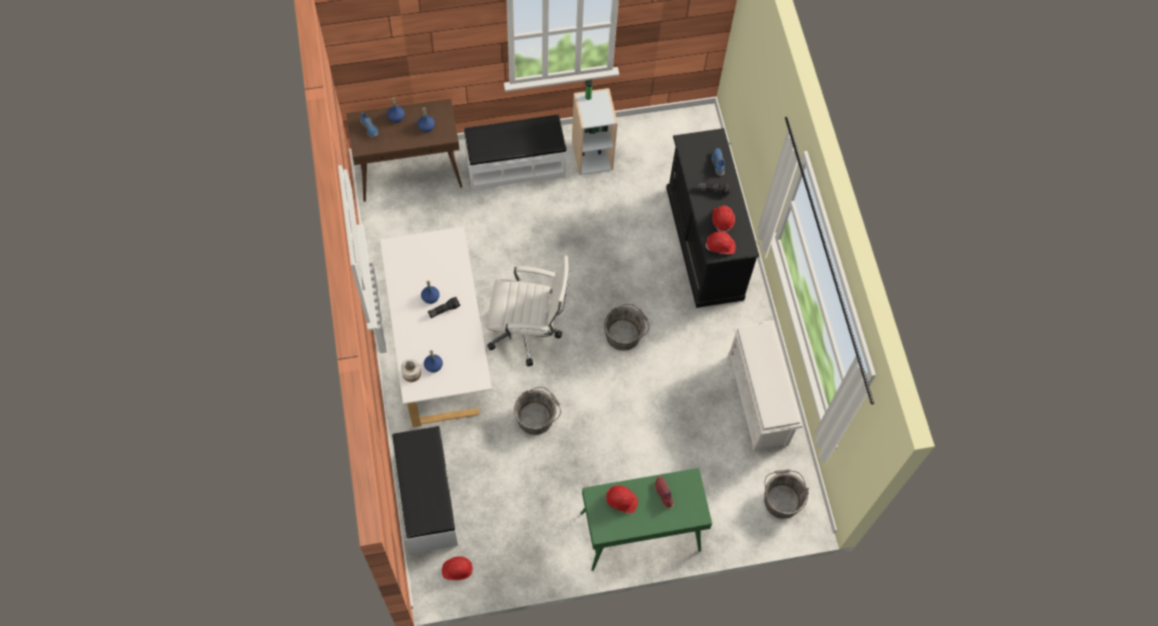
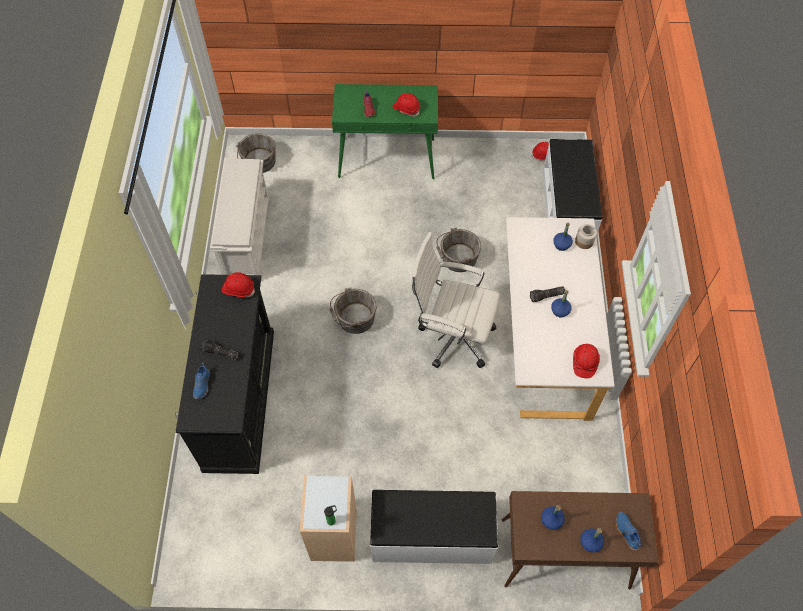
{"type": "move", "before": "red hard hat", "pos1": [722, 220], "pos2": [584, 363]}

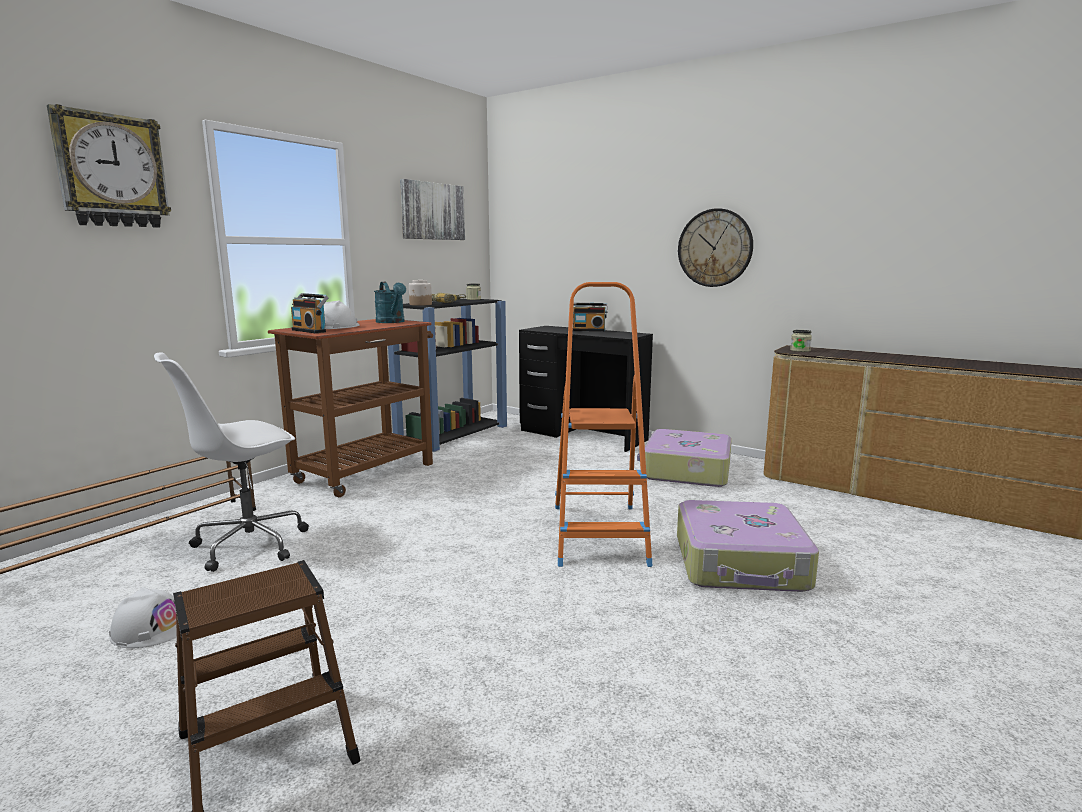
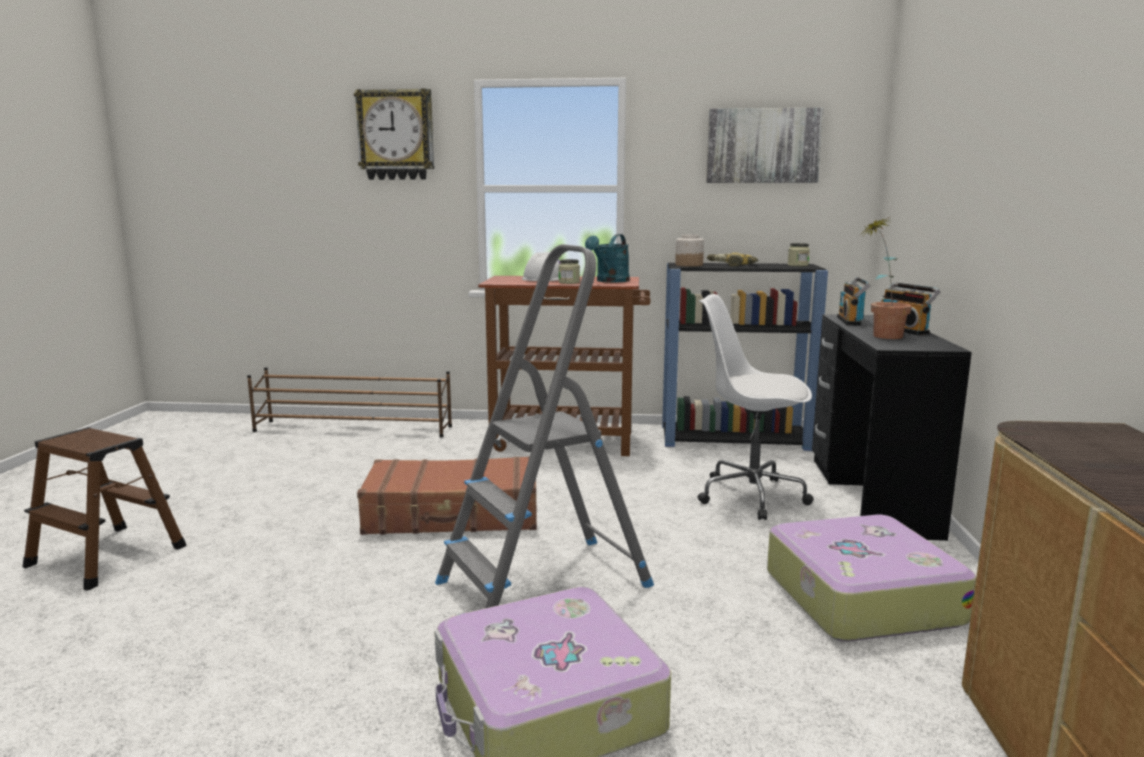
{"type": "insert", "after": "brown travel case", "pos2": [453, 515]}
{"type": "recolor", "before": "orange-coloured step stool", "after": "gray step stool", "pos1": [598, 534], "pos2": [542, 584]}
{"type": "move", "before": "storage jar", "pos1": [800, 350], "pos2": [569, 282]}
{"type": "move", "before": "whitish computer chair", "pos1": [247, 546], "pos2": [748, 496]}
{"type": "move", "before": "radio", "pos1": [310, 331], "pos2": [851, 321]}
{"type": "insert", "after": "plant in a pot", "pos2": [881, 335]}
{"type": "delete", "before": "whitish hard hat", "pos1": [151, 628]}
{"type": "delete", "before": "hanging clock", "pos1": [715, 248]}

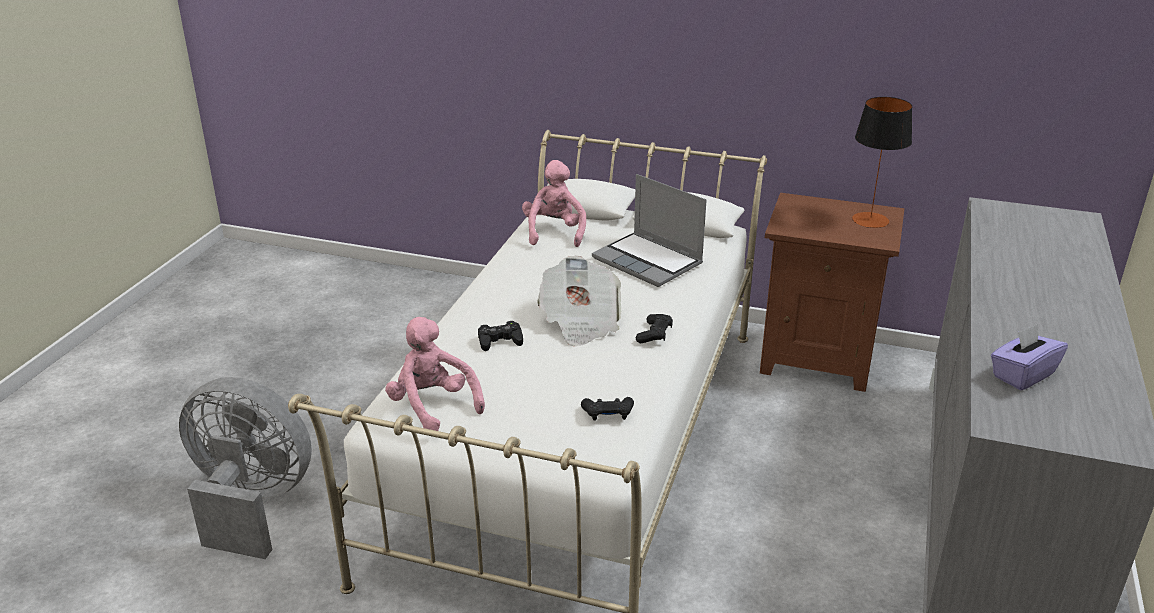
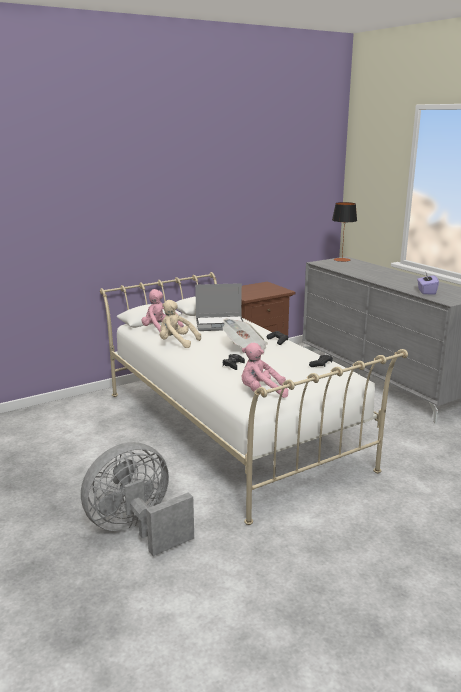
{"type": "insert", "after": "beige-coloured cuddly toy", "pos2": [176, 342]}
{"type": "move", "before": "table lamp", "pos1": [870, 220], "pos2": [342, 260]}

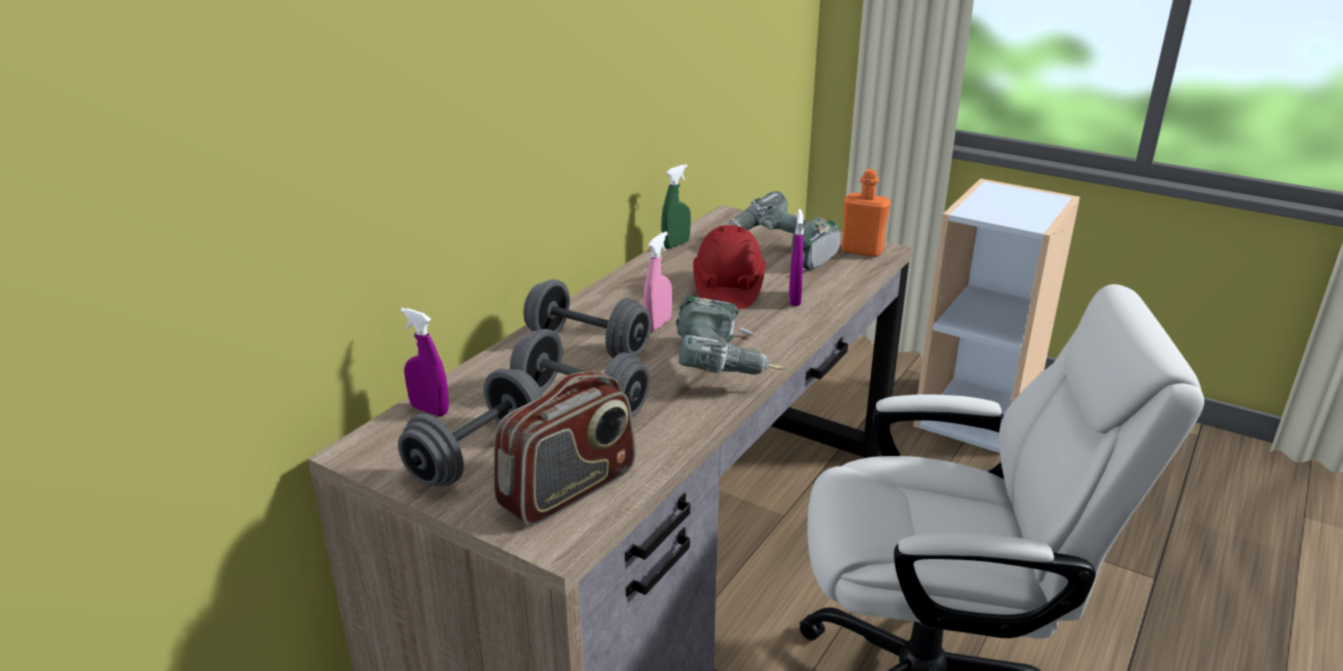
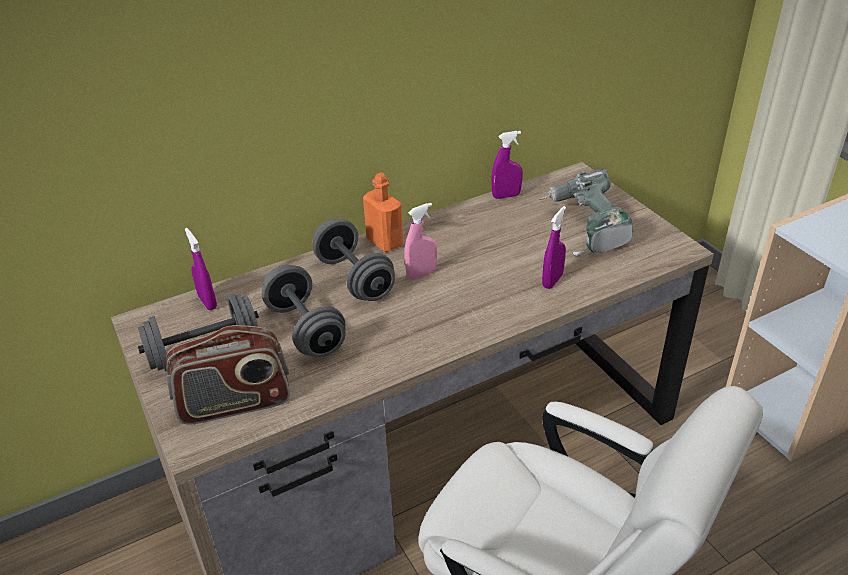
{"type": "move", "before": "orange-coloured bottle", "pos1": [862, 251], "pos2": [385, 242]}
{"type": "recolor", "before": "green-coloured sprayer", "after": "purplish sprayer", "pos1": [676, 244], "pos2": [506, 196]}
{"type": "delete", "before": "electric drill", "pos1": [723, 365]}
{"type": "delete", "before": "red hard hat", "pos1": [727, 289]}

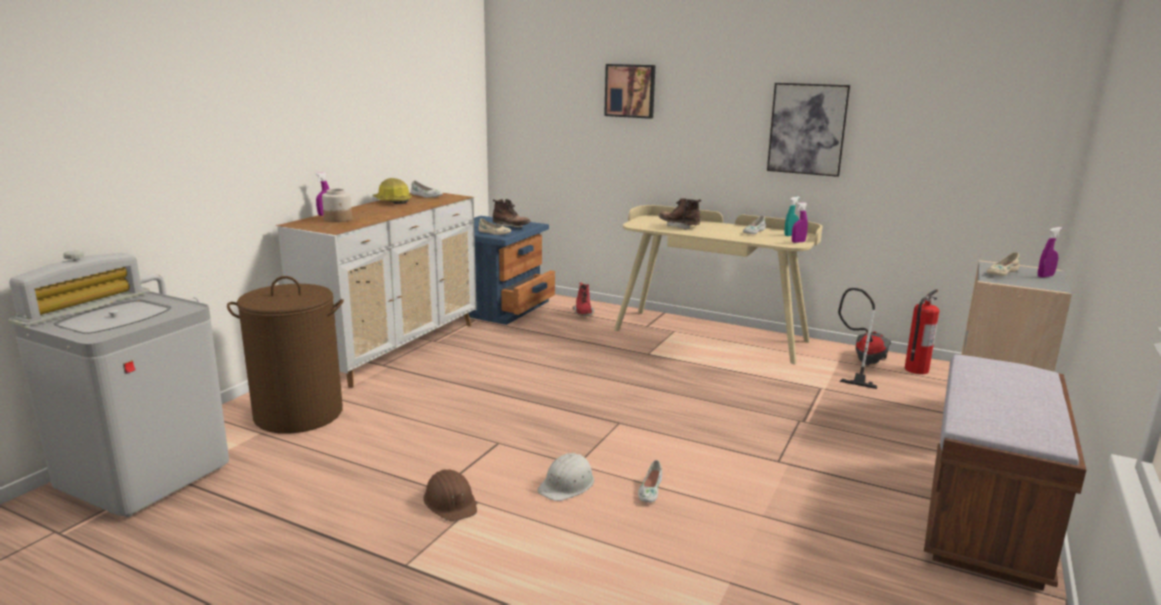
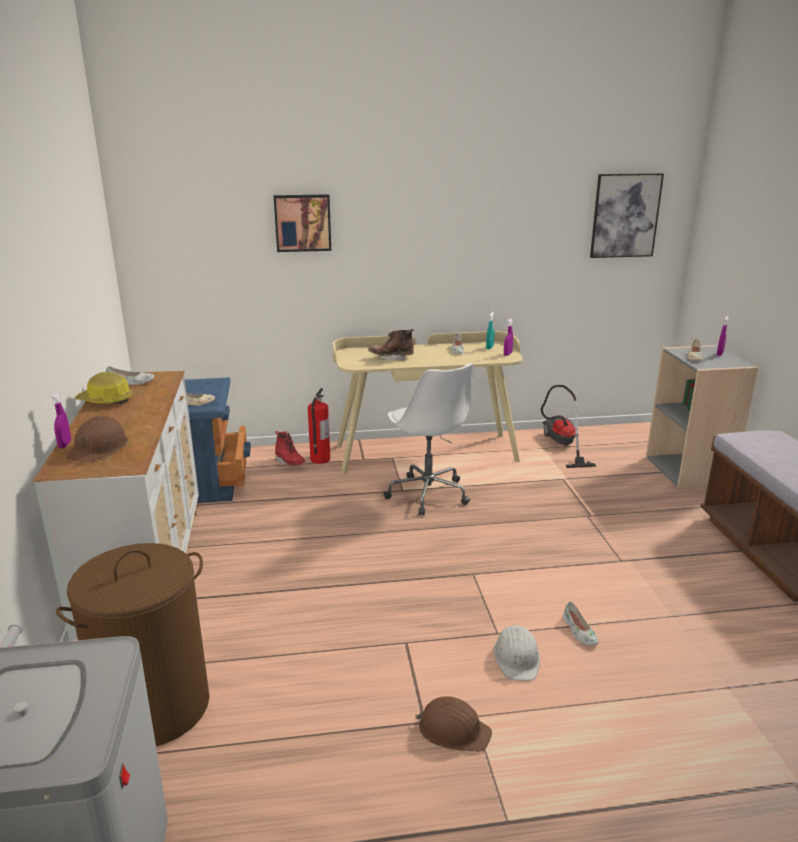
{"type": "replace", "before": "storage jar", "after": "brown hard hat", "pos1": [338, 219], "pos2": [99, 448]}
{"type": "move", "before": "fire-fighting cylinder", "pos1": [916, 370], "pos2": [320, 459]}
{"type": "insert", "after": "whitish computer chair", "pos2": [429, 495]}
{"type": "move", "before": "picture", "pos1": [807, 129], "pos2": [625, 215]}
{"type": "delete", "before": "brown tall boot", "pos1": [511, 228]}

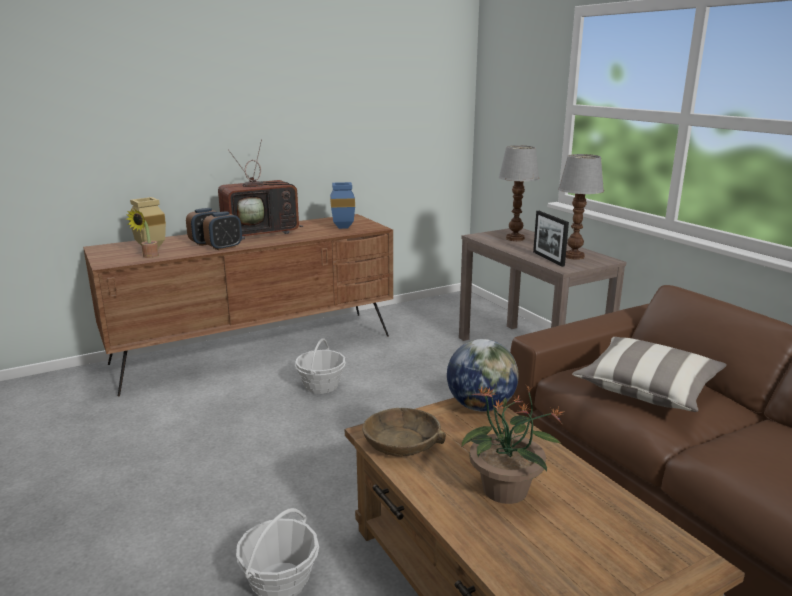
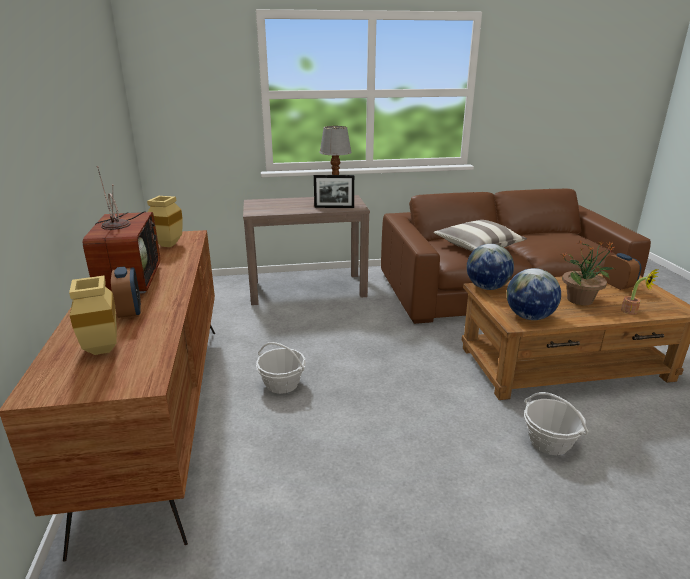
{"type": "recolor", "before": "bluish flower vase", "after": "beige-coloured flower vase", "pos1": [344, 227], "pos2": [168, 244]}
{"type": "replace", "before": "brown bowl", "after": "globe", "pos1": [402, 442], "pos2": [529, 317]}
{"type": "move", "before": "alarm clock", "pos1": [224, 247], "pos2": [617, 285]}
{"type": "move", "before": "plant in a pot", "pos1": [148, 256], "pos2": [632, 312]}
{"type": "delete", "before": "table lamp", "pos1": [514, 238]}

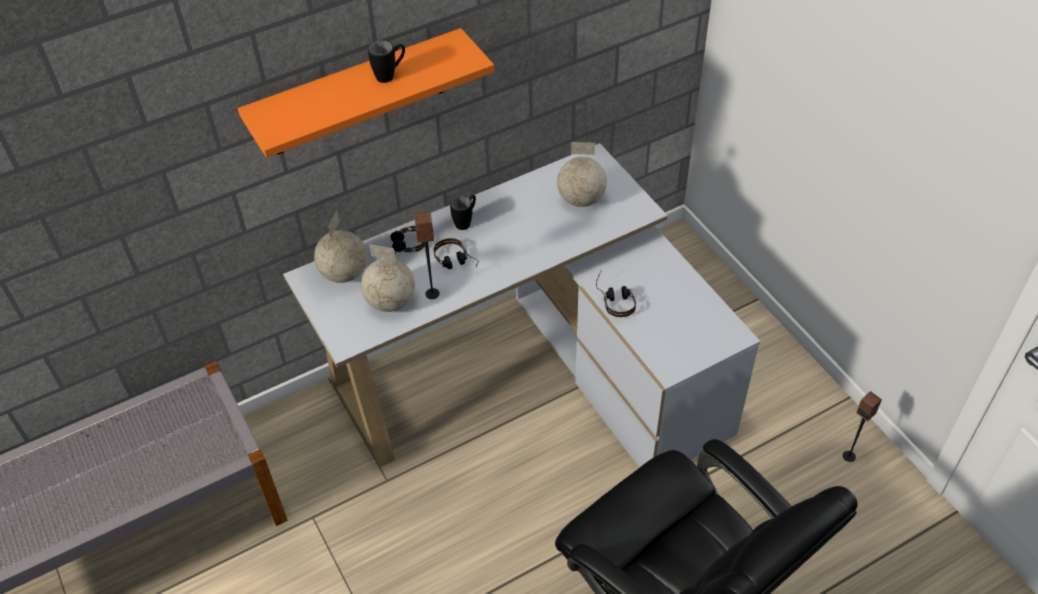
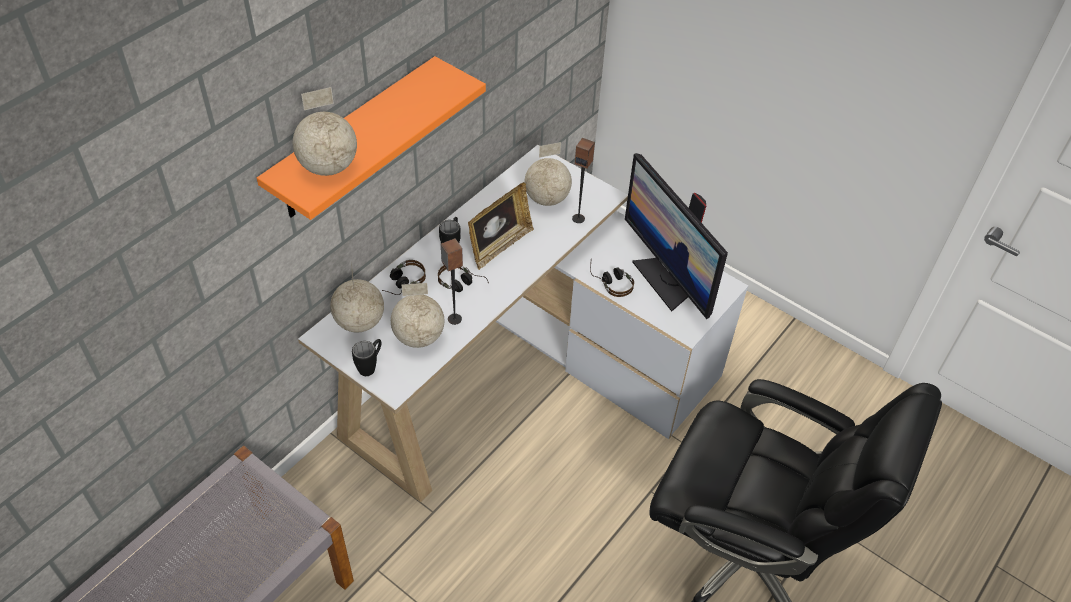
{"type": "insert", "after": "globe", "pos2": [327, 167]}
{"type": "move", "before": "black mug", "pos1": [390, 75], "pos2": [370, 366]}
{"type": "insert", "after": "photo frame", "pos2": [499, 246]}
{"type": "move", "before": "audio speaker", "pos1": [849, 456], "pos2": [578, 218]}
{"type": "insert", "after": "computer screen", "pos2": [667, 280]}

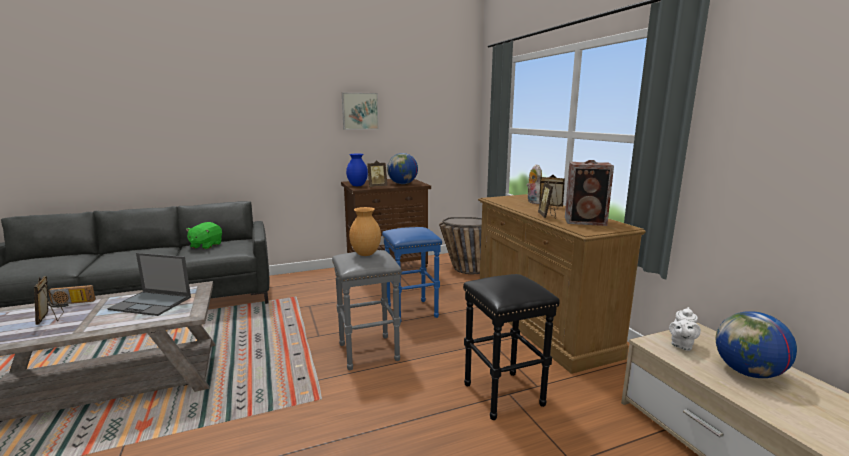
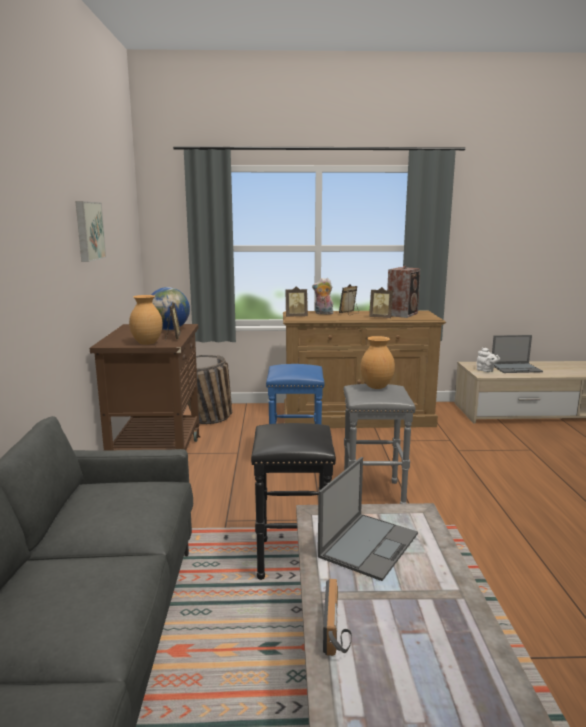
{"type": "recolor", "before": "bluish flower vase", "after": "brown flower vase", "pos1": [357, 185], "pos2": [147, 343]}
{"type": "move", "before": "black stool", "pos1": [501, 393], "pos2": [291, 559]}
{"type": "move", "before": "photo frame", "pos1": [51, 318], "pos2": [296, 317]}
{"type": "replace", "before": "globe", "after": "laptop", "pos1": [748, 372], "pos2": [516, 368]}
{"type": "delete", "before": "green-coloured cuddly toy", "pos1": [206, 245]}

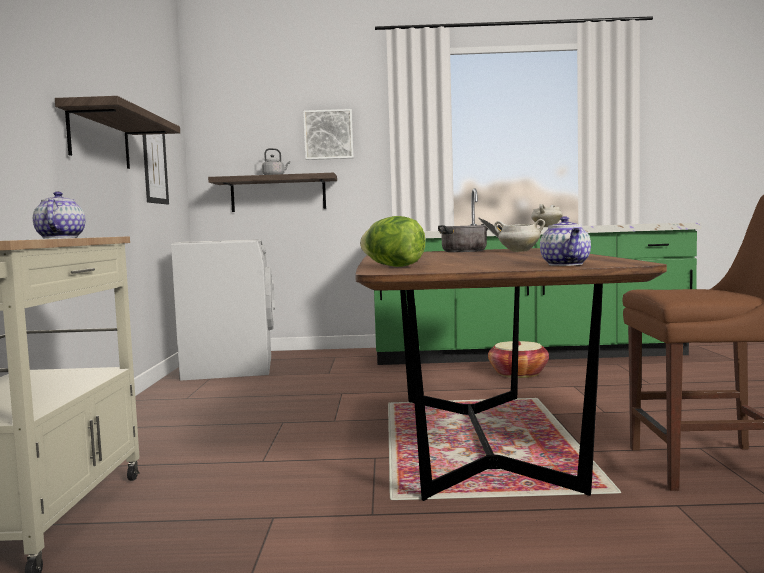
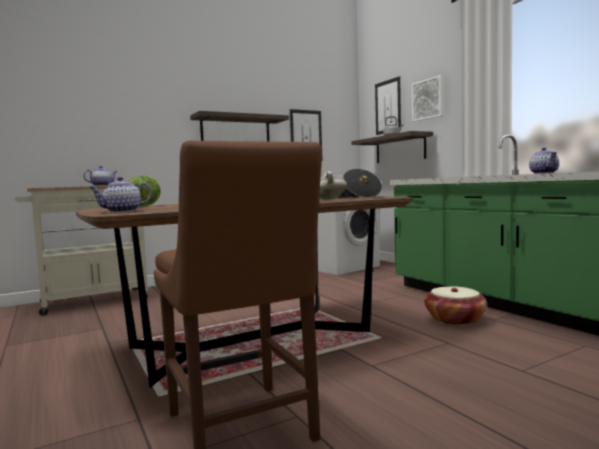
{"type": "insert", "after": "picture", "pos2": [388, 106]}
{"type": "replace", "before": "whitish cooking pot", "after": "pot for tea", "pos1": [546, 227], "pos2": [544, 173]}

